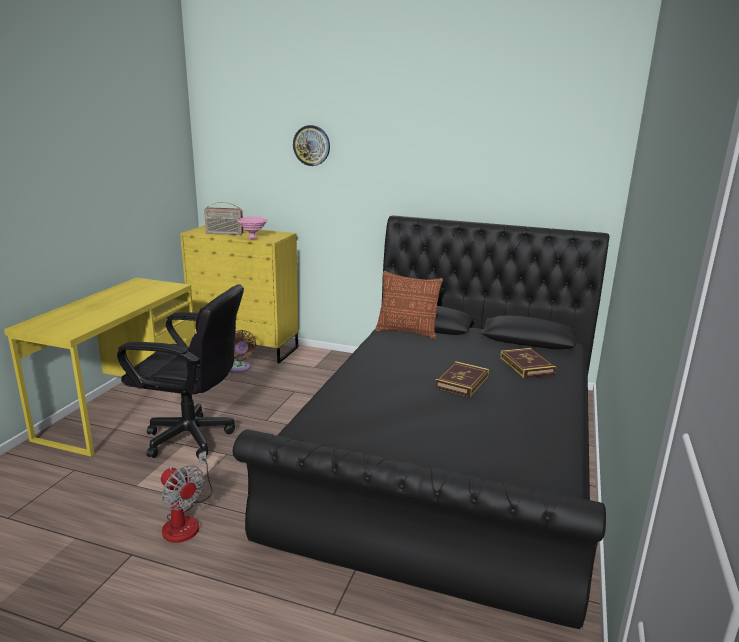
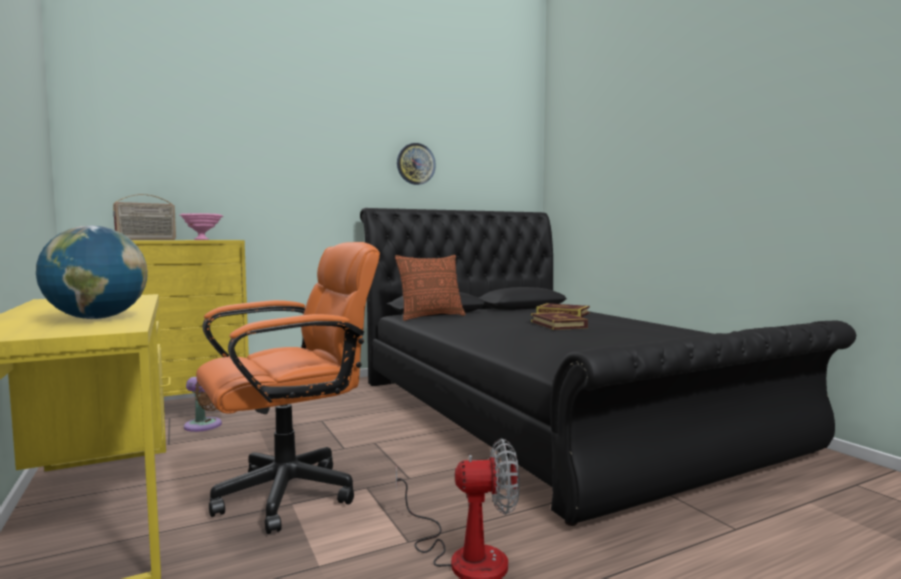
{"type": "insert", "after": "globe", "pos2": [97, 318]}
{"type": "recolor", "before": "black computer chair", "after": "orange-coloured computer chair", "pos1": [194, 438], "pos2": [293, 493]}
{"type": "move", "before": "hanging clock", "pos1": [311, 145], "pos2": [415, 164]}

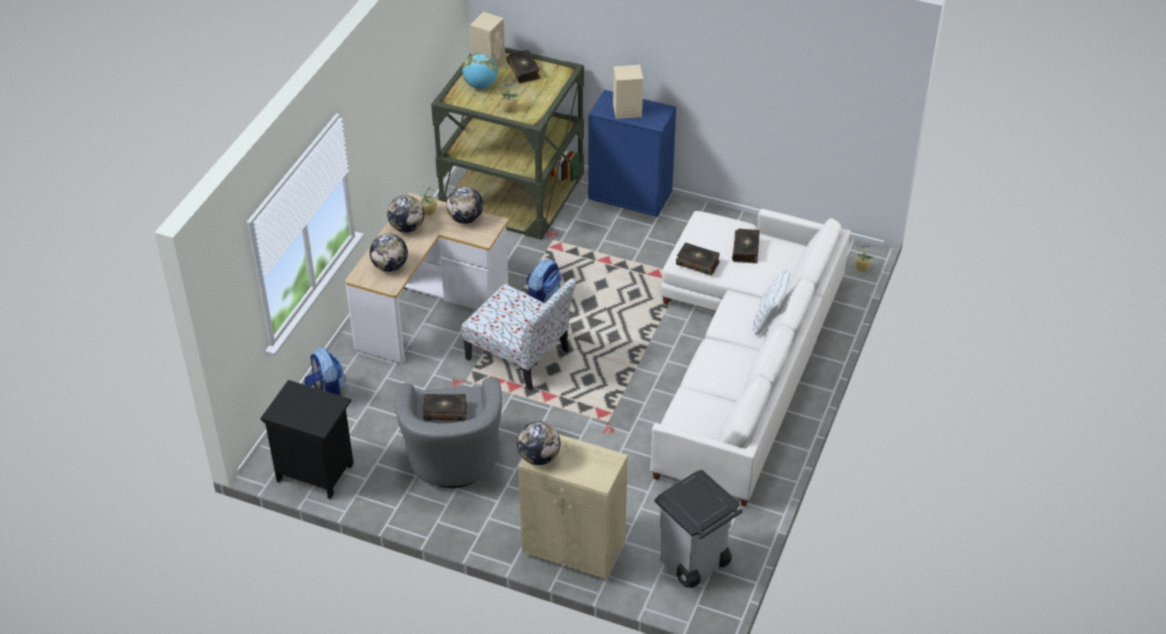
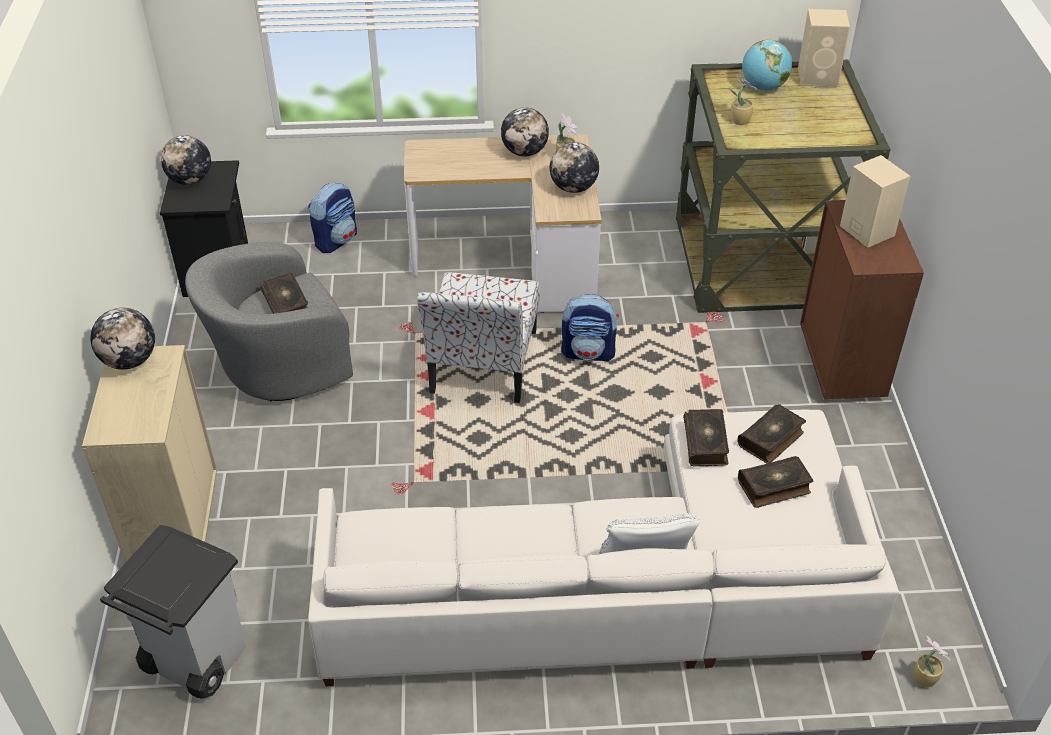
{"type": "move", "before": "globe", "pos1": [390, 266], "pos2": [190, 180]}
{"type": "move", "before": "book", "pos1": [524, 71], "pos2": [771, 439]}
{"type": "recolor", "before": "bluish cupboard", "after": "brown cupboard", "pos1": [631, 200], "pos2": [842, 366]}

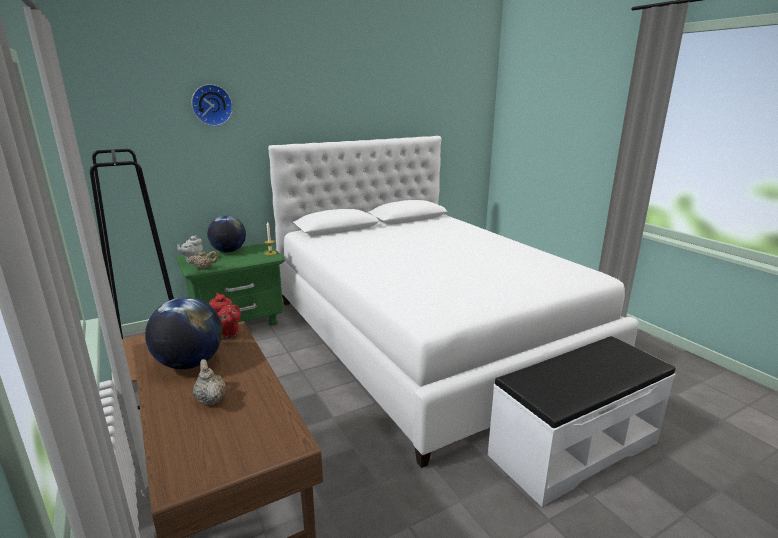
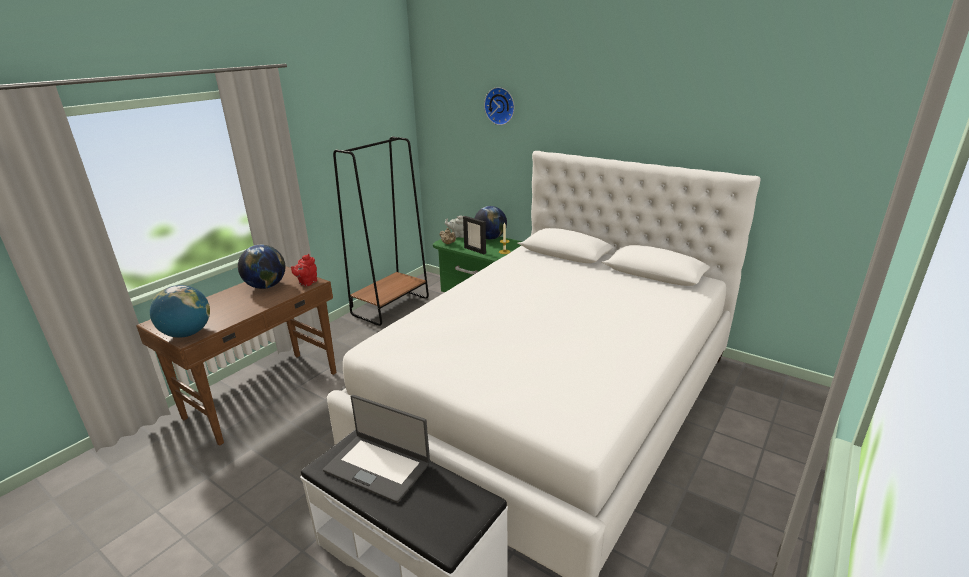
{"type": "insert", "after": "globe", "pos2": [187, 334]}
{"type": "insert", "after": "laptop", "pos2": [378, 466]}
{"type": "insert", "after": "photo frame", "pos2": [475, 250]}
{"type": "delete", "before": "beige-coloured pot for tea", "pos1": [211, 399]}

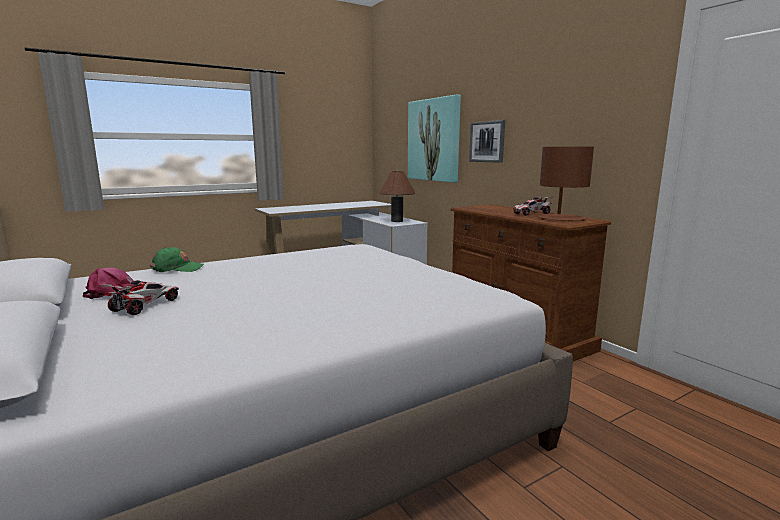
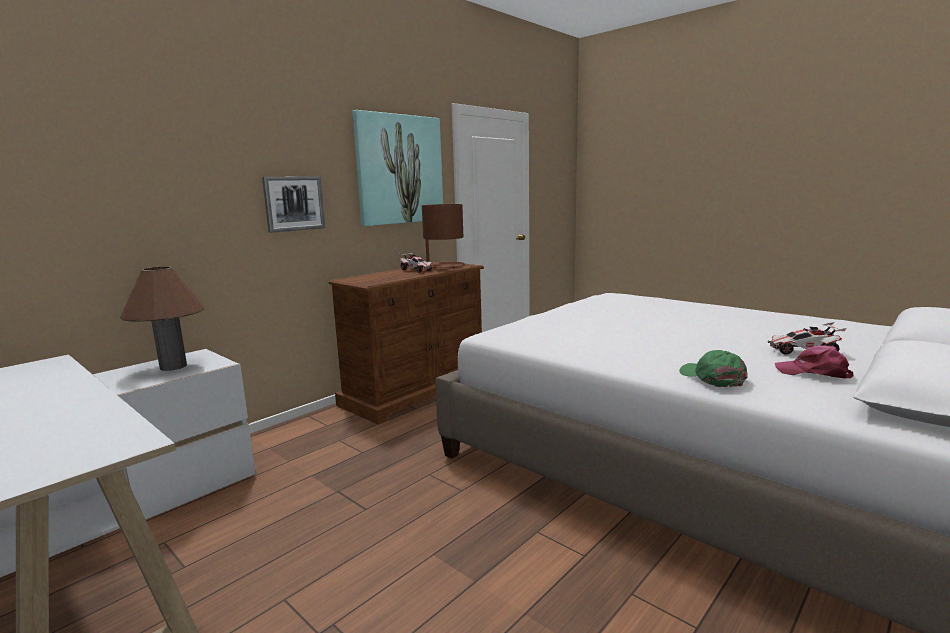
{"type": "move", "before": "picture", "pos1": [434, 140], "pos2": [399, 170]}

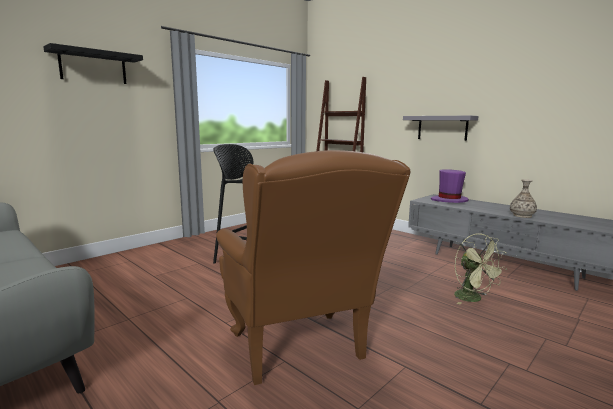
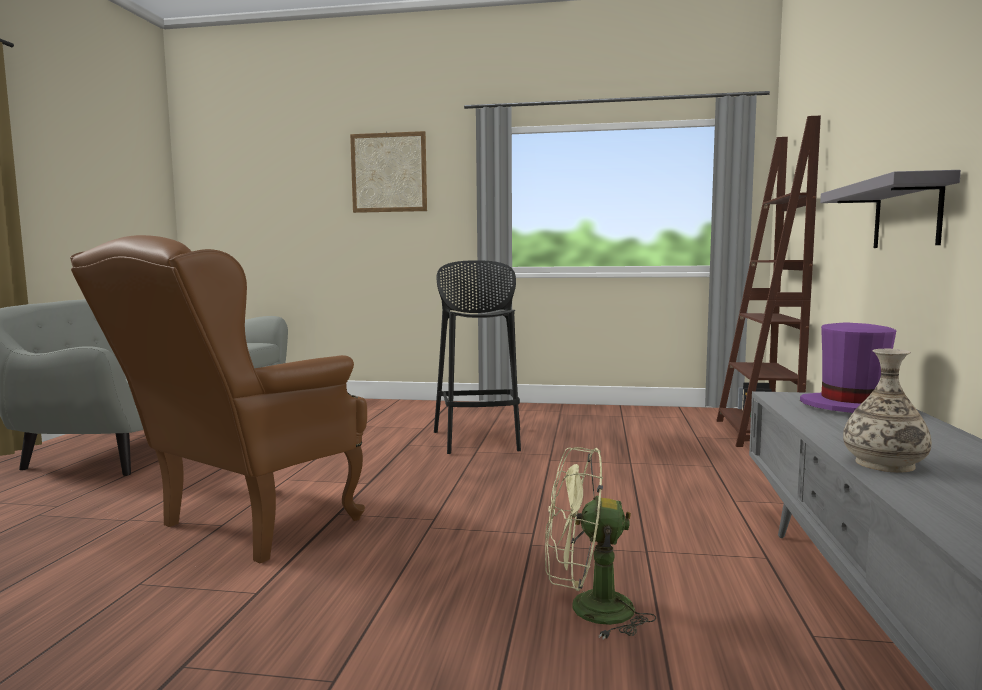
{"type": "replace", "before": "black wall shelf", "after": "picture", "pos1": [93, 67], "pos2": [389, 171]}
{"type": "rotate", "before": "green-coloured electric fan", "pos1": [473, 299], "pos2": [587, 610], "turn": 60}

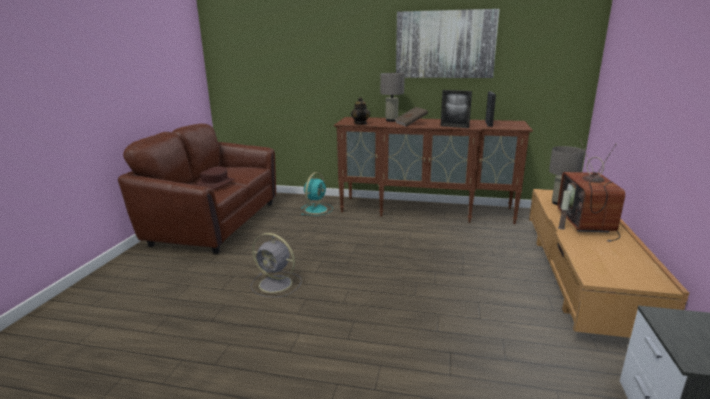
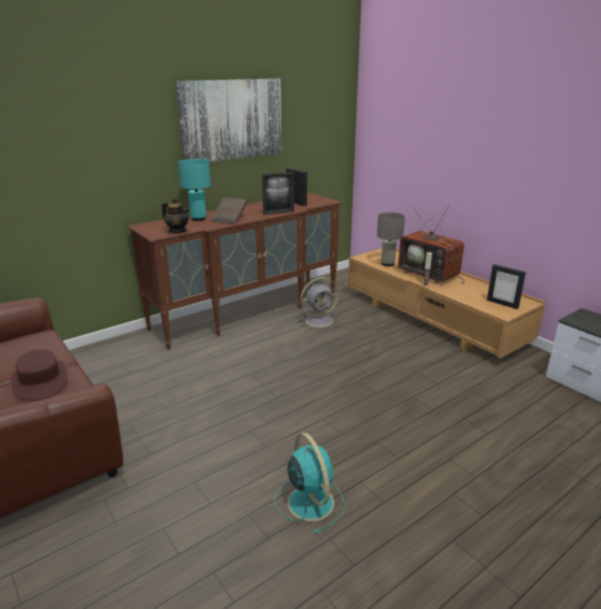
{"type": "recolor", "before": "gray table lamp", "after": "turquoise table lamp", "pos1": [391, 120], "pos2": [199, 219]}
{"type": "move", "before": "turquoise electric fan", "pos1": [316, 209], "pos2": [309, 501]}
{"type": "move", "before": "gray electric fan", "pos1": [277, 284], "pos2": [320, 320]}
{"type": "insert", "after": "photo frame", "pos2": [502, 303]}

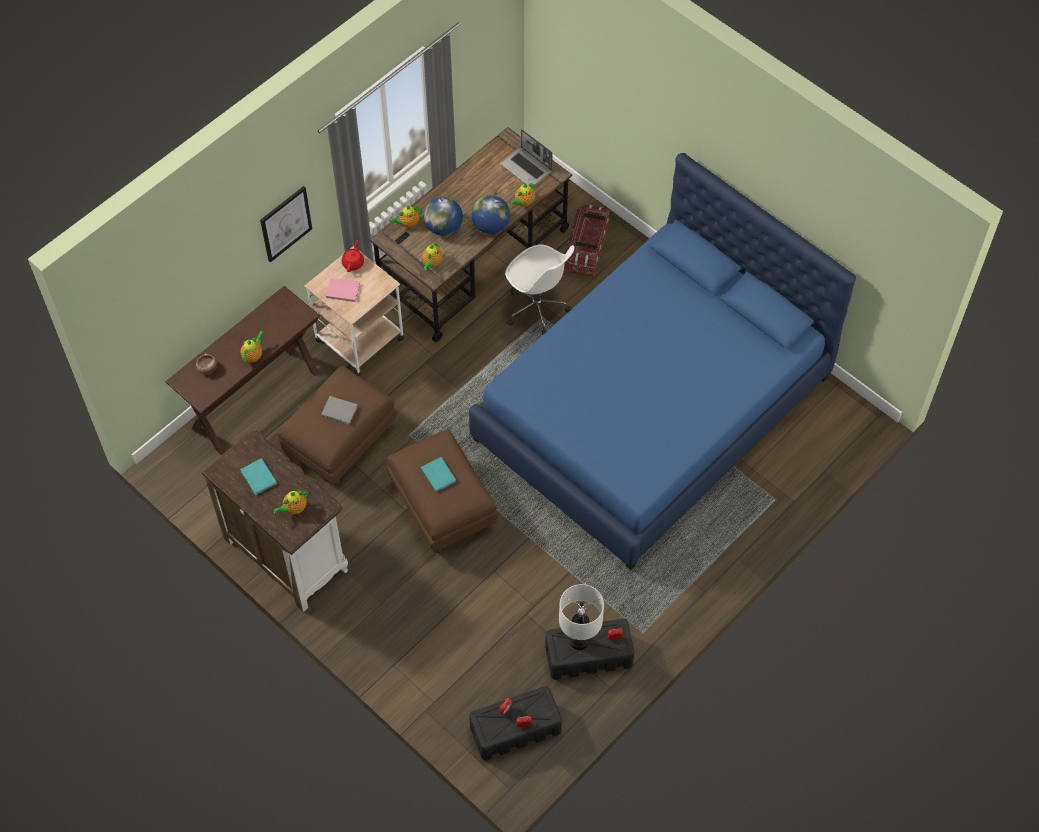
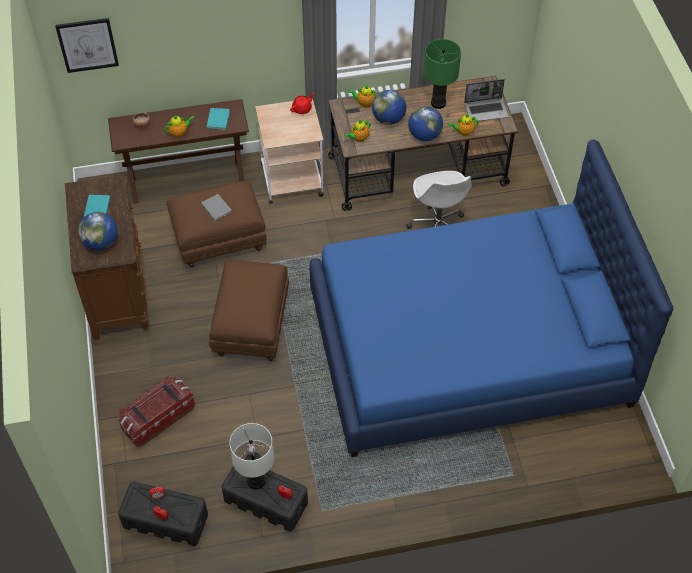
{"type": "move", "before": "picture", "pos1": [285, 223], "pos2": [87, 45]}
{"type": "recolor", "before": "whitish drawer chest", "after": "brown drawer chest", "pos1": [287, 552], "pos2": [119, 293]}
{"type": "replace", "before": "pot for tea", "after": "globe", "pos1": [294, 508], "pos2": [101, 242]}
{"type": "move", "before": "storage box", "pos1": [586, 250], "pos2": [158, 418]}
{"type": "move", "before": "turquoise book", "pos1": [438, 474], "pos2": [219, 119]}
{"type": "insert", "after": "green-coloured table lamp", "pos2": [438, 103]}
{"type": "rotate", "before": "laptop", "pos1": [527, 168], "pos2": [486, 110], "turn": -90}
{"type": "delete", "before": "pink-coloured book", "pos1": [342, 290]}

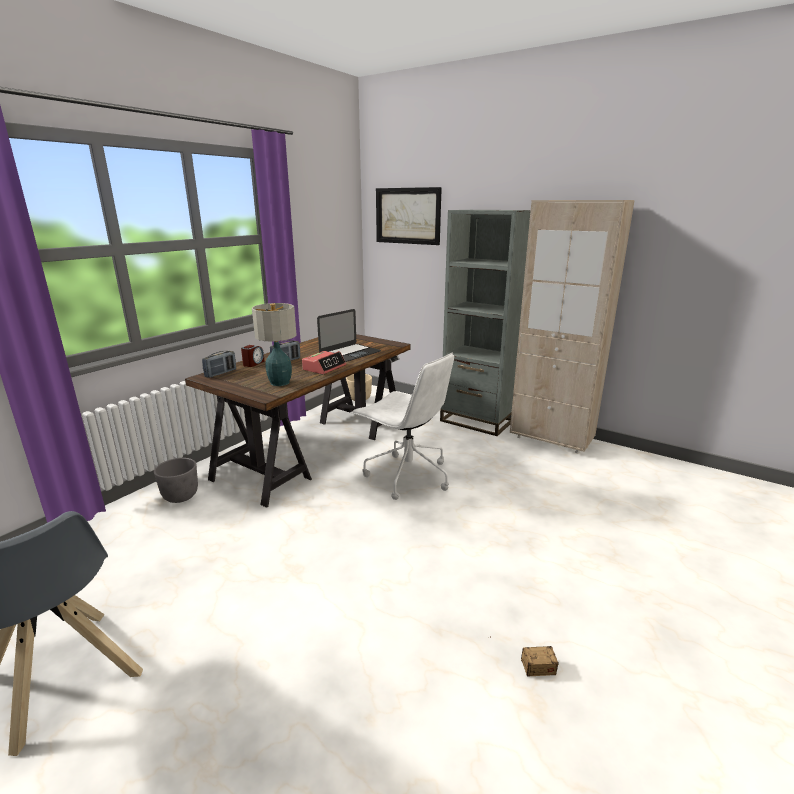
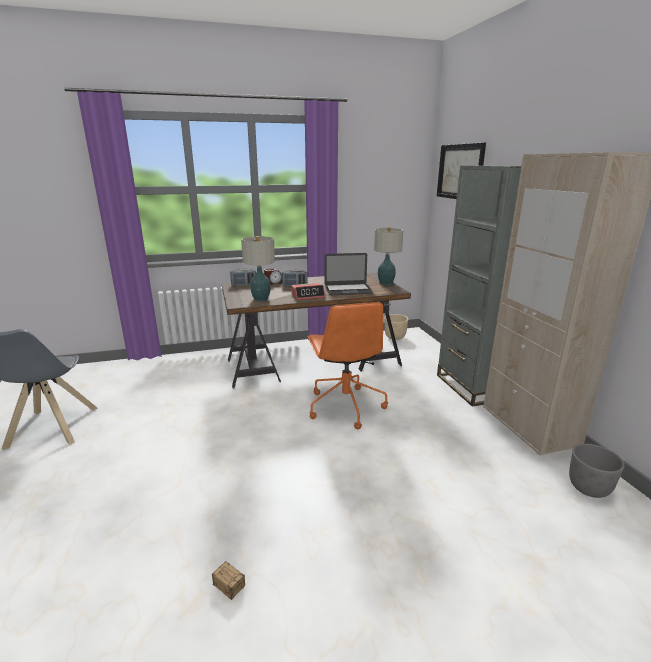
{"type": "recolor", "before": "whitish computer chair", "after": "orange-coloured computer chair", "pos1": [404, 475], "pos2": [344, 405]}
{"type": "insert", "after": "table lamp", "pos2": [386, 283]}
{"type": "move", "before": "gray planter", "pos1": [180, 497], "pos2": [588, 488]}

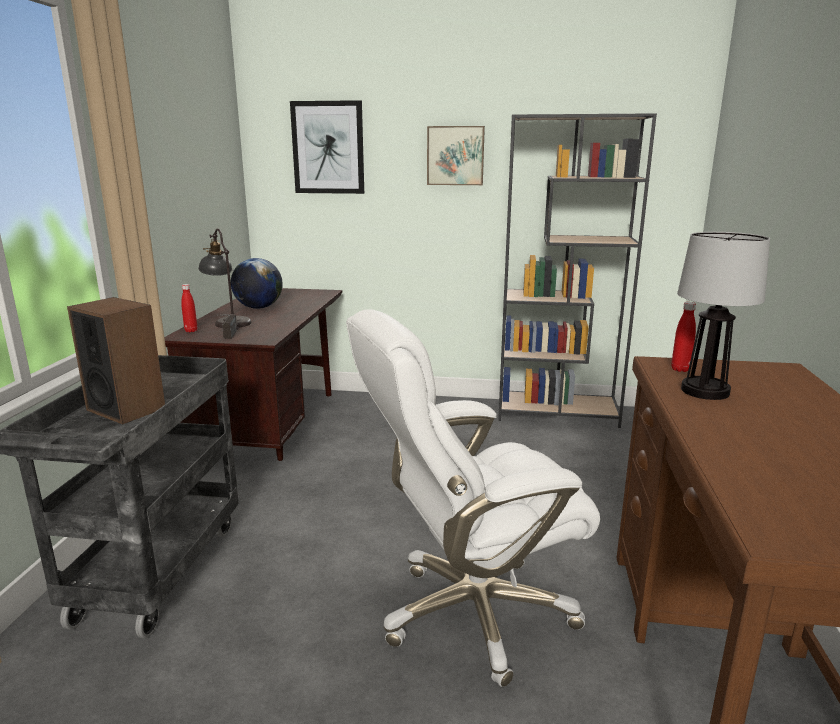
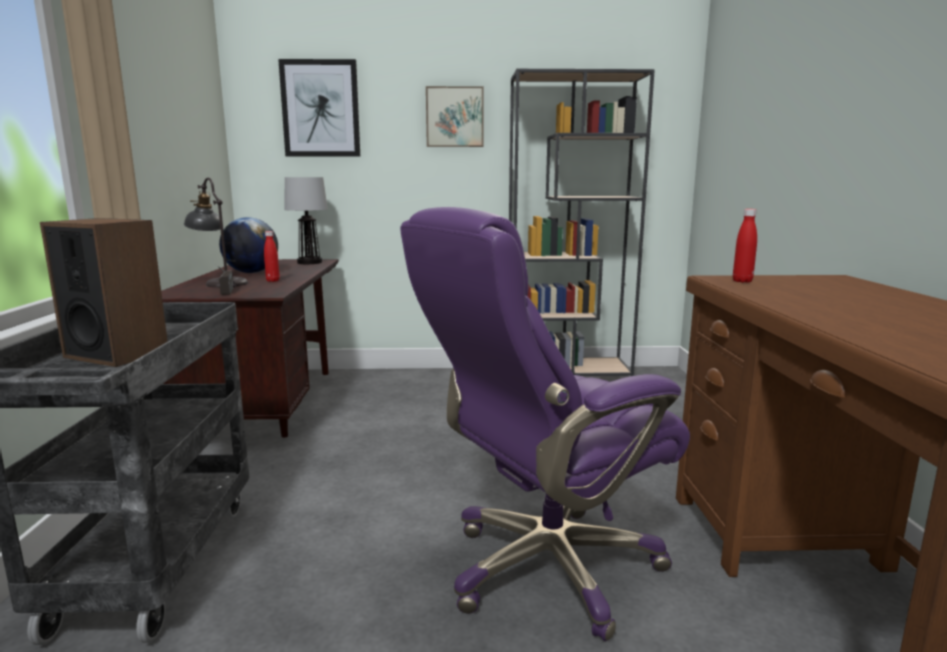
{"type": "move", "before": "red bottle", "pos1": [191, 331], "pos2": [273, 281]}
{"type": "move", "before": "table lamp", "pos1": [704, 391], "pos2": [309, 262]}
{"type": "recolor", "before": "whitish computer chair", "after": "purplish computer chair", "pos1": [469, 615], "pos2": [543, 570]}

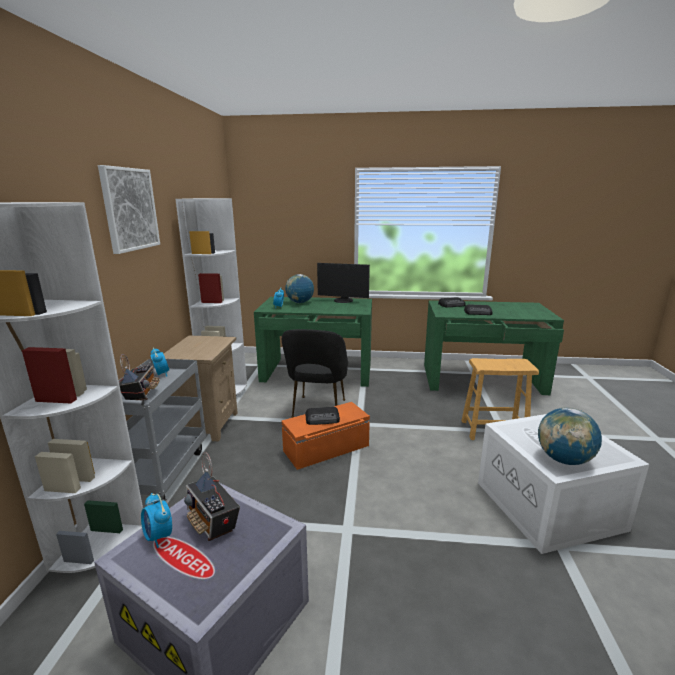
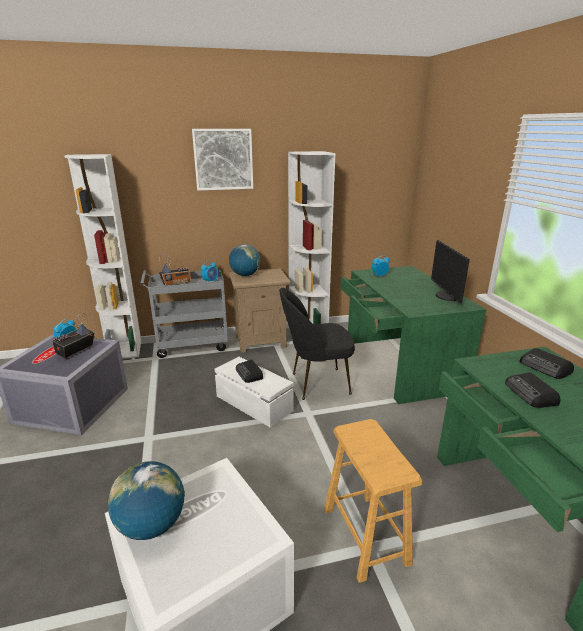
{"type": "recolor", "before": "orange-coloured storage box", "after": "whitish storage box", "pos1": [327, 449], "pos2": [253, 404]}
{"type": "move", "before": "globe", "pos1": [300, 302], "pos2": [245, 275]}

